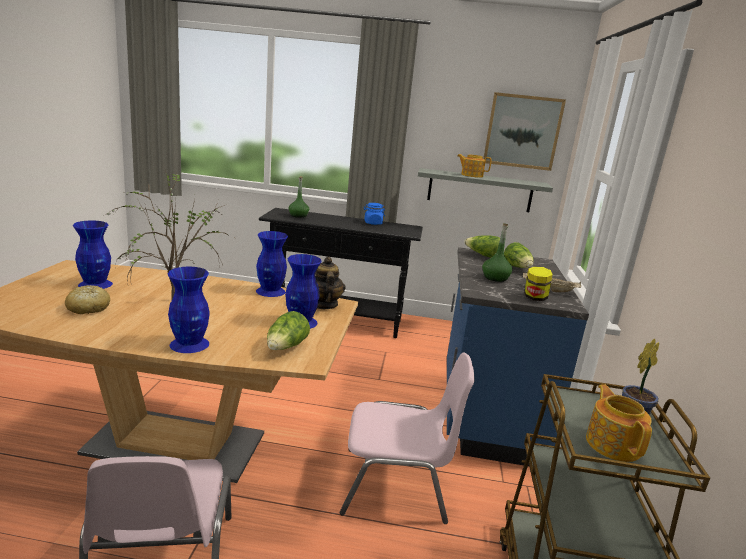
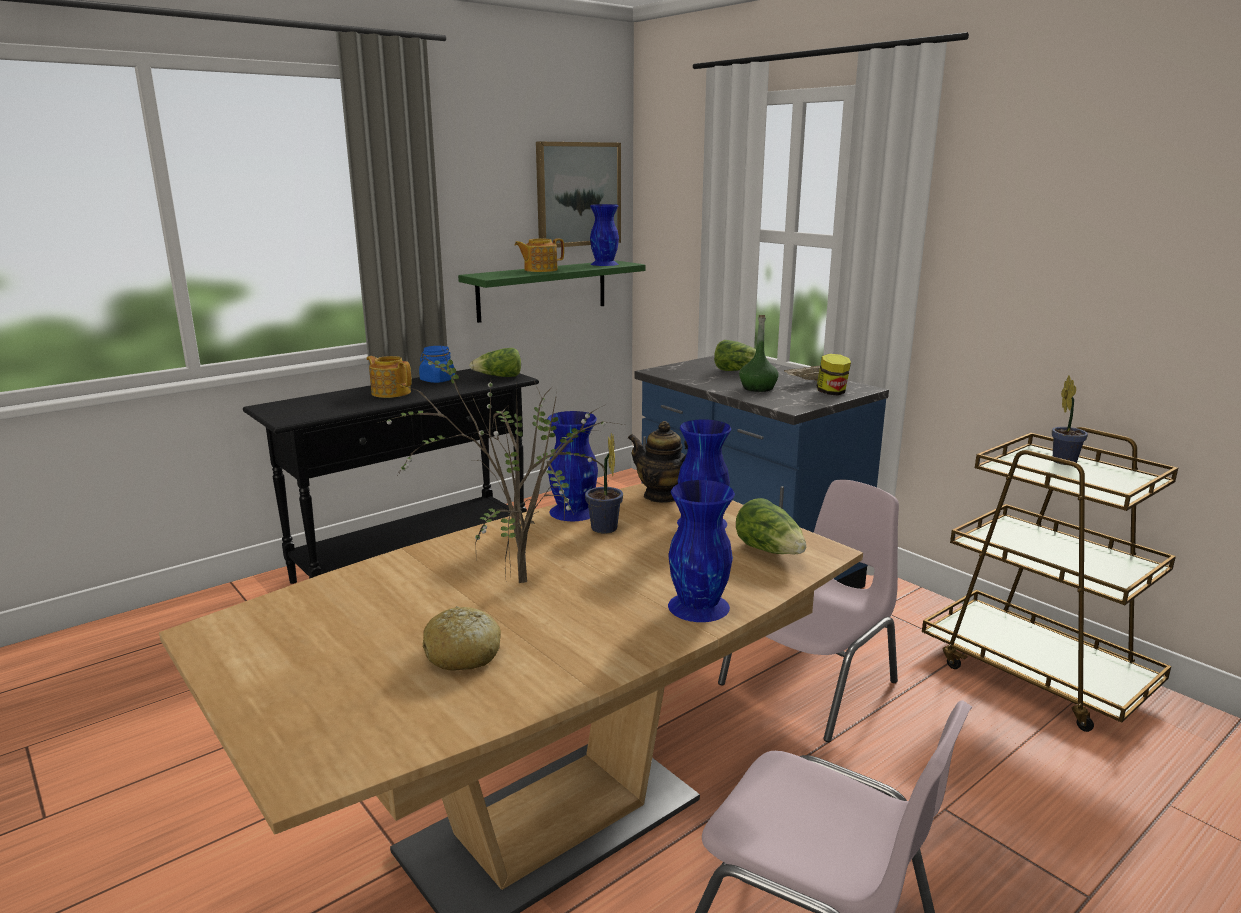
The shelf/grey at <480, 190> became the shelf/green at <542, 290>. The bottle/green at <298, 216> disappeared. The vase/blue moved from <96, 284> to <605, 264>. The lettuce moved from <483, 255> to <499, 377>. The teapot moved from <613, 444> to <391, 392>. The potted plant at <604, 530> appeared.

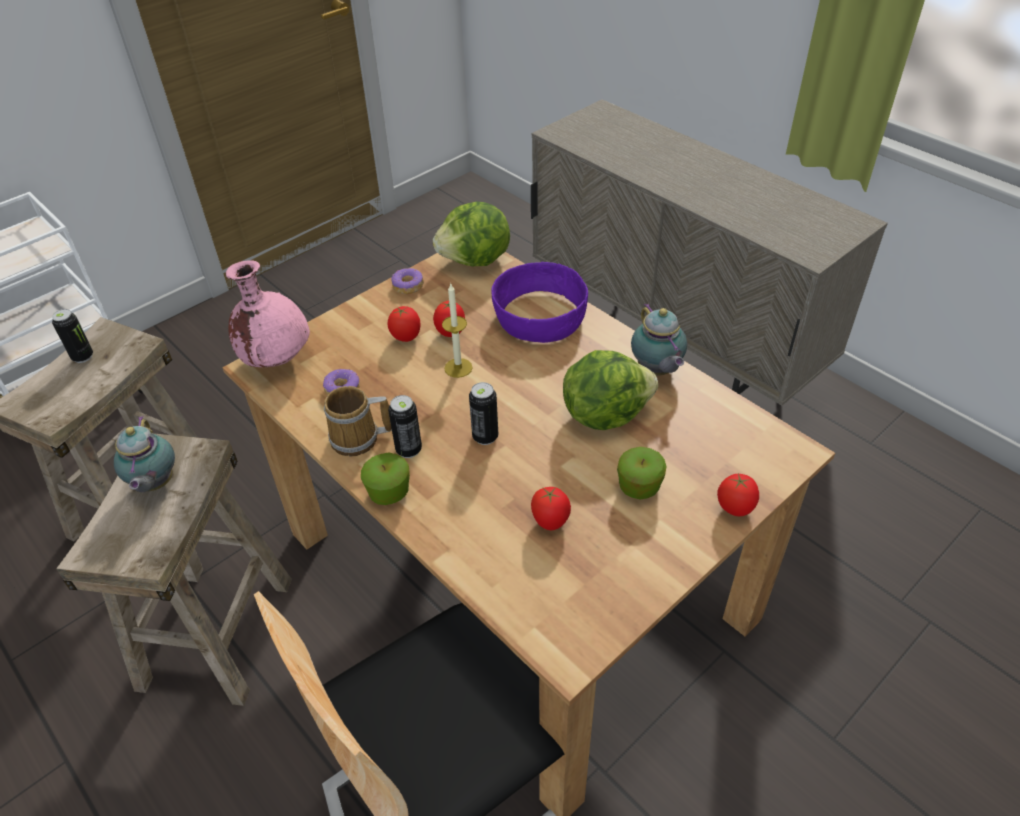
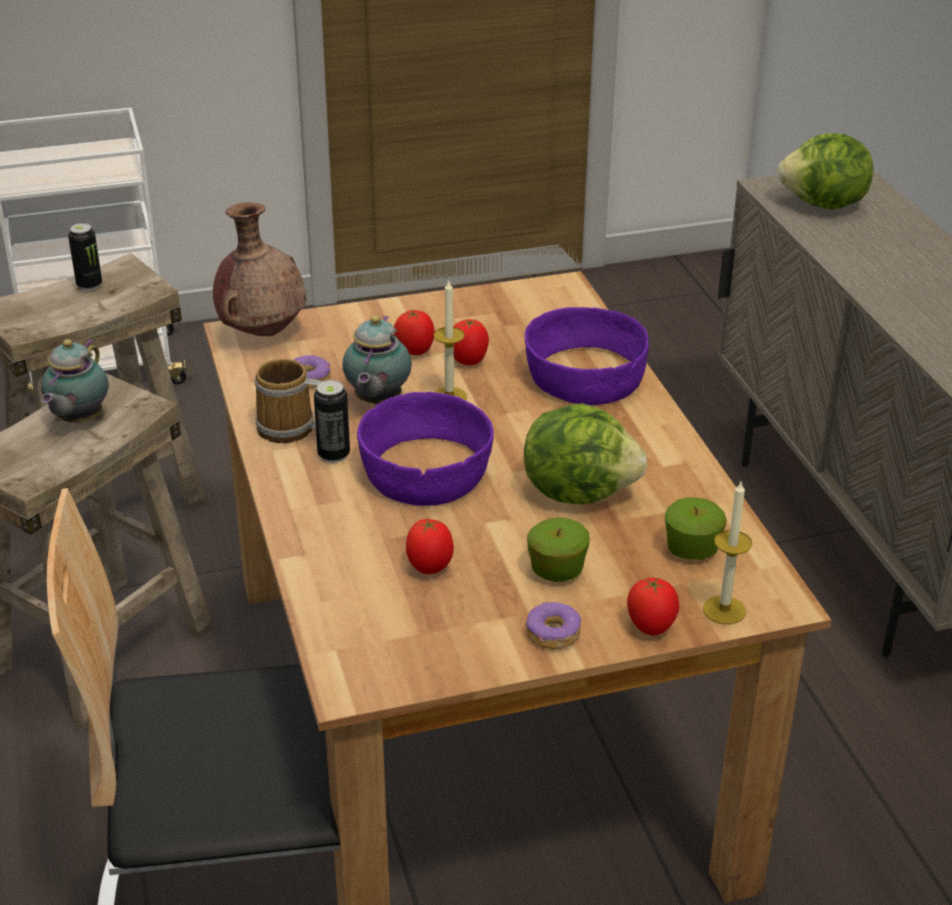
The lettuce moved from <476, 261> to <824, 205>. The vase/pink at <277, 359> became the vase/brown at <263, 332>. The donut moved from <408, 286> to <552, 634>. The teapot moved from <656, 371> to <376, 401>. The can at <485, 437> was replaced by the bowl/purple at <425, 469>. The apple moved from <389, 493> to <691, 550>. The candle at <724, 610> appeared.

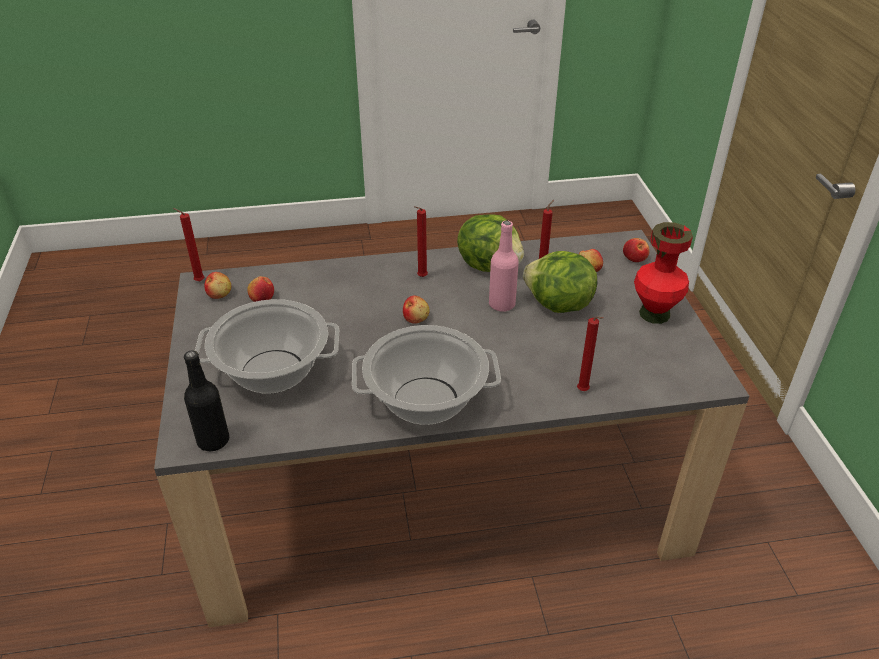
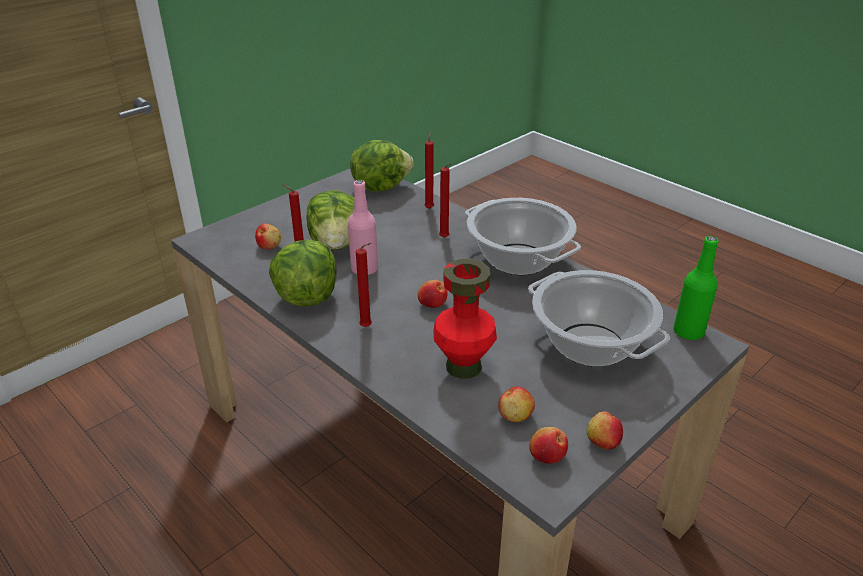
The candle/red moved from <198, 281> to <445, 238>. The vase/red moved from <654, 313> to <463, 367>. The apple moved from <634, 258> to <602, 441>. The bottle/black at <213, 441> became the bottle/green at <688, 332>. The lettuce at <380, 186> appeared.

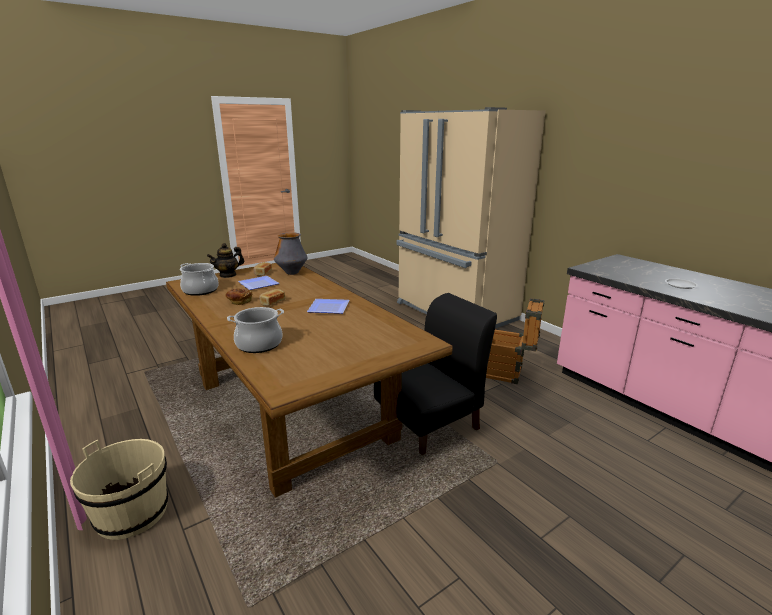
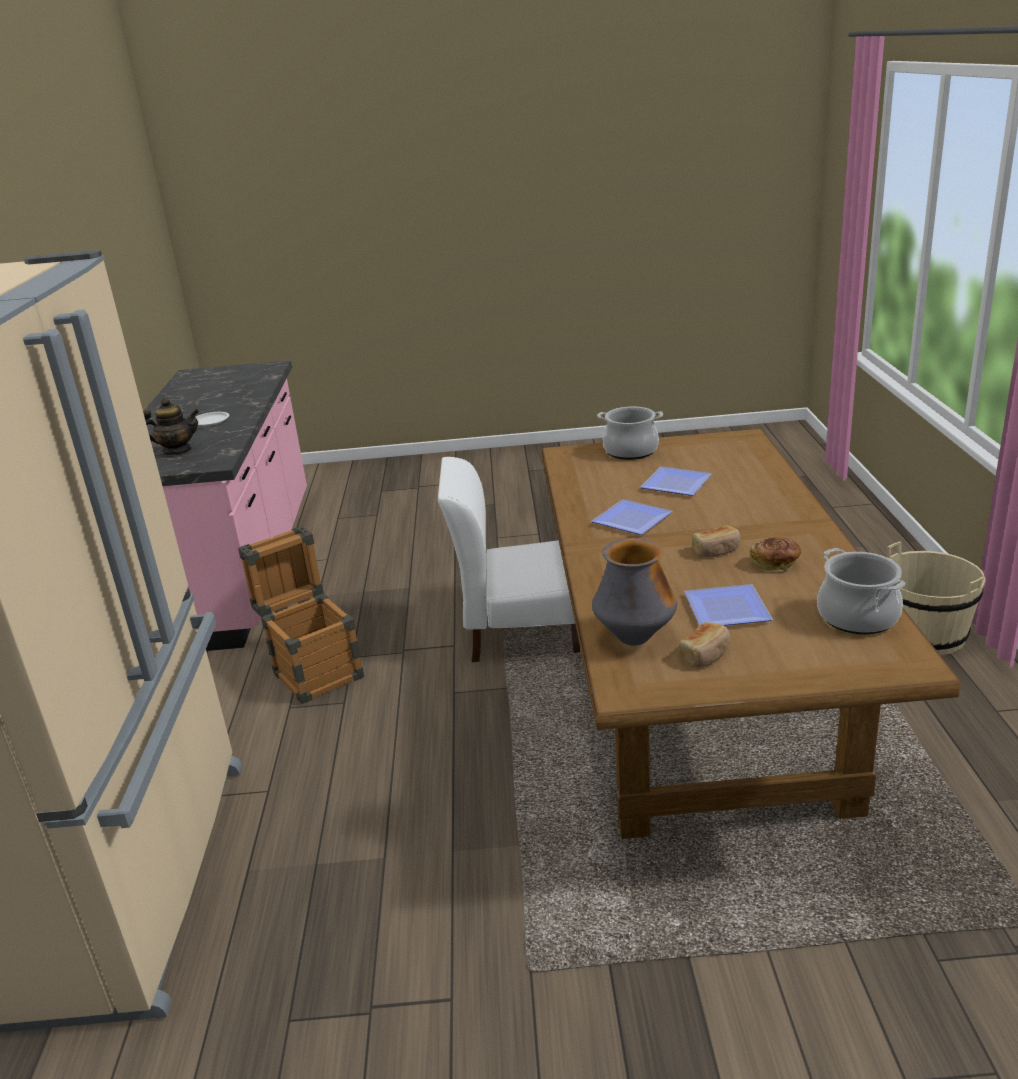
The teapot moved from <228, 275> to <177, 451>. The chair/black at <431, 425> became the chair/white at <521, 631>. The cooking pot moved from <259, 344> to <630, 451>. The plate at <673, 485> appeared.

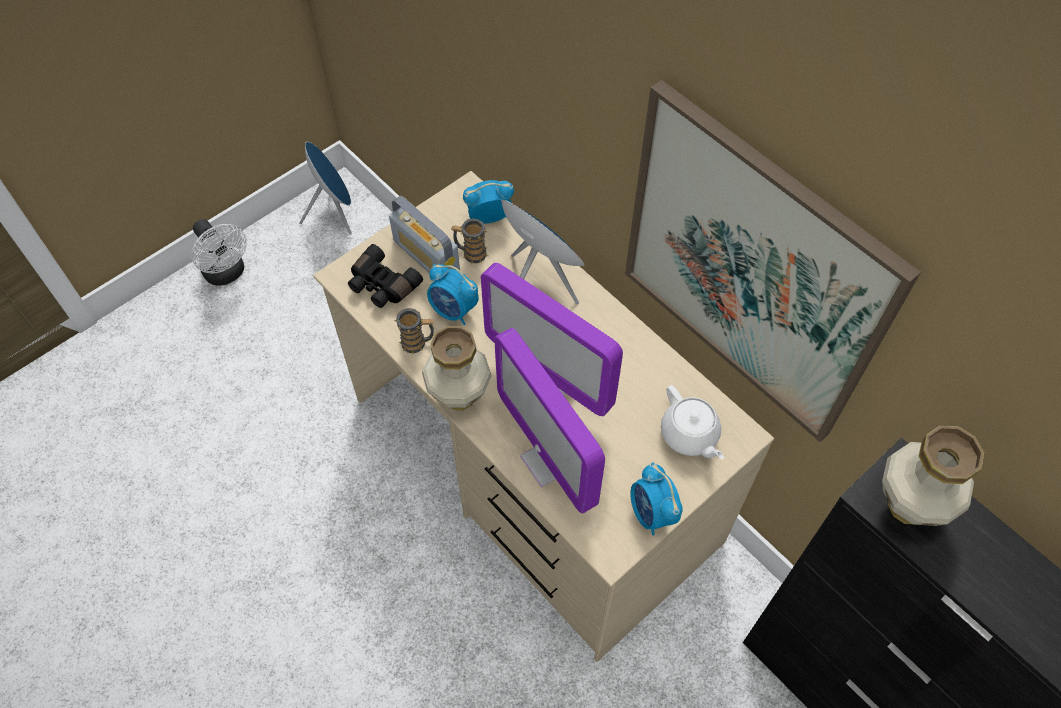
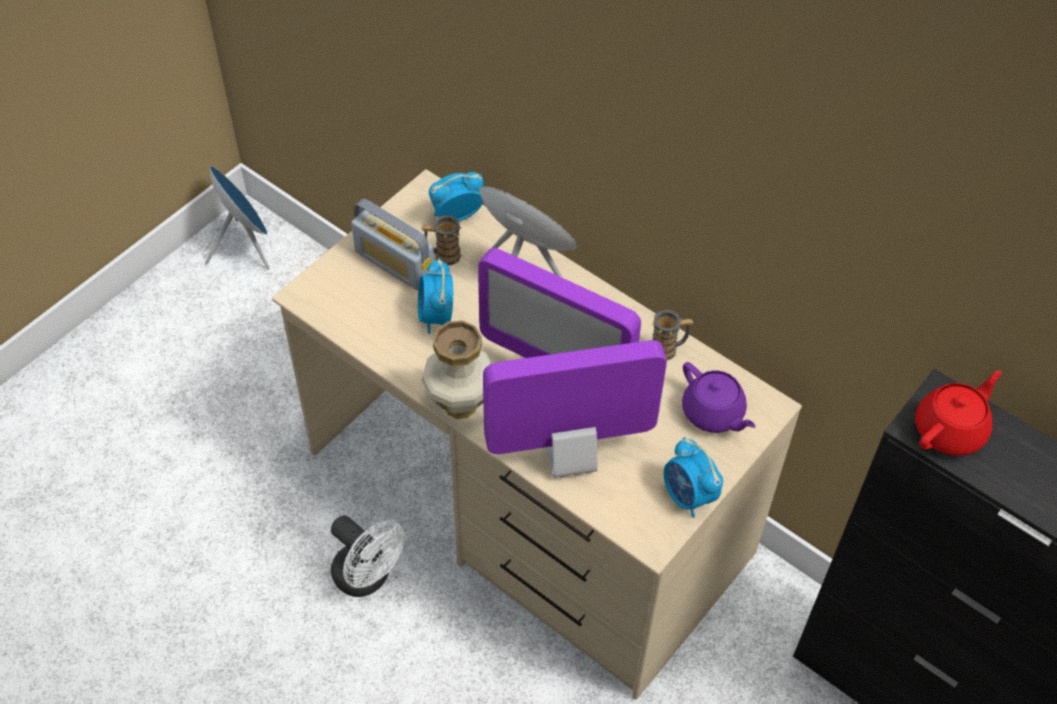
The picture at <751, 269> disappeared. The fan/white moved from <227, 273> to <368, 578>. The binoculars/black at <381, 285> disappeared. The alarm clock at <454, 310> turned 60 degrees clockwise. The mug moved from <418, 343> to <668, 349>. The monitor at <549, 461> turned 120 degrees clockwise. The teapot/white at <689, 435> became the teapot/purple at <713, 413>. The vase at <907, 505> was replaced by the teapot/red at <950, 430>.

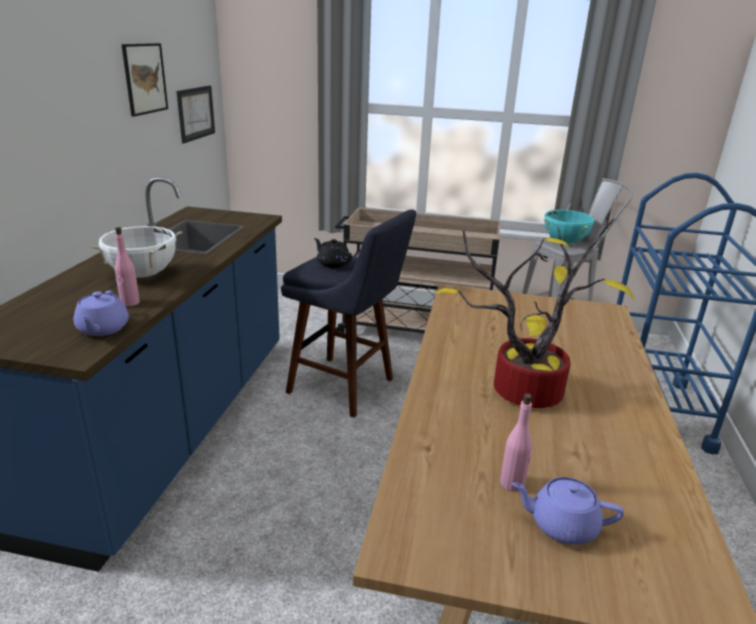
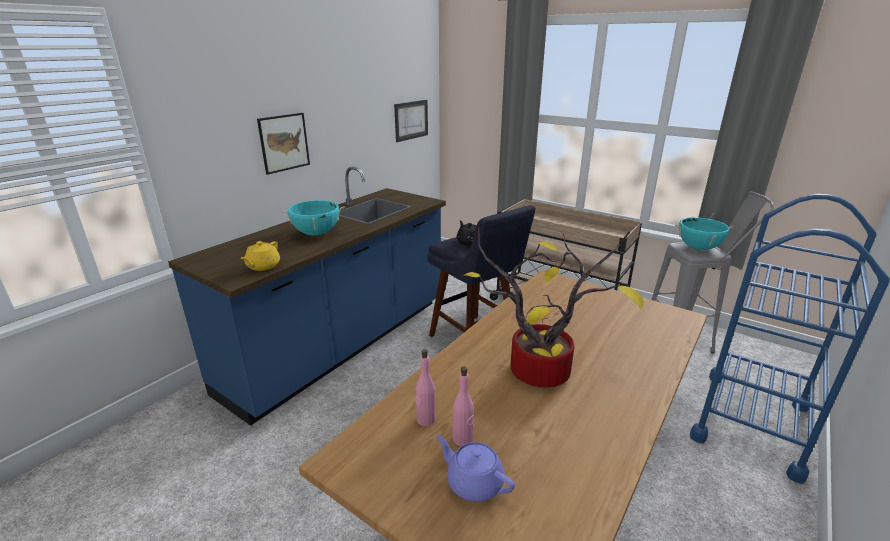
The picture moved from <145, 78> to <284, 142>. The cooking pot/white at <143, 274> became the cooking pot/turquoise at <316, 233>. The bottle/pink moved from <129, 303> to <425, 419>. The teapot/purple at <102, 329> became the teapot/yellow at <263, 266>.

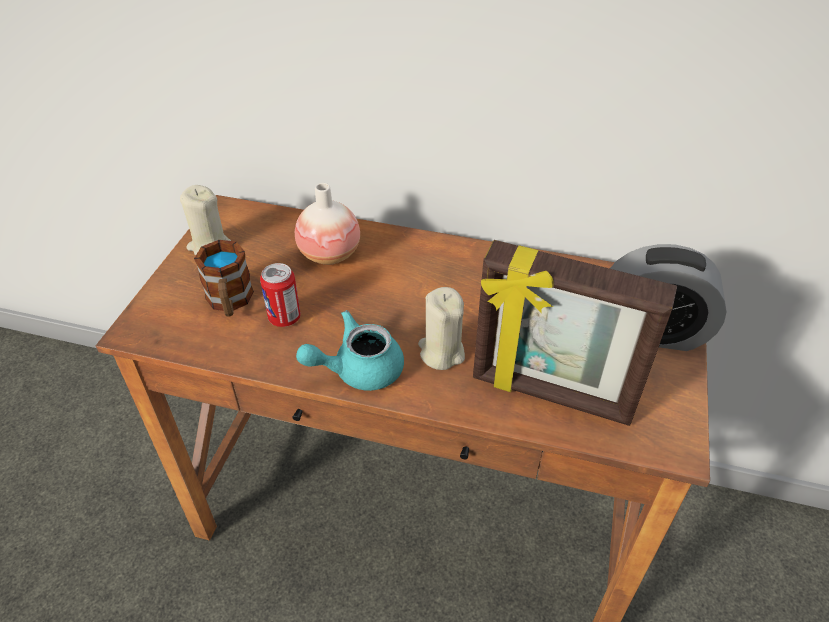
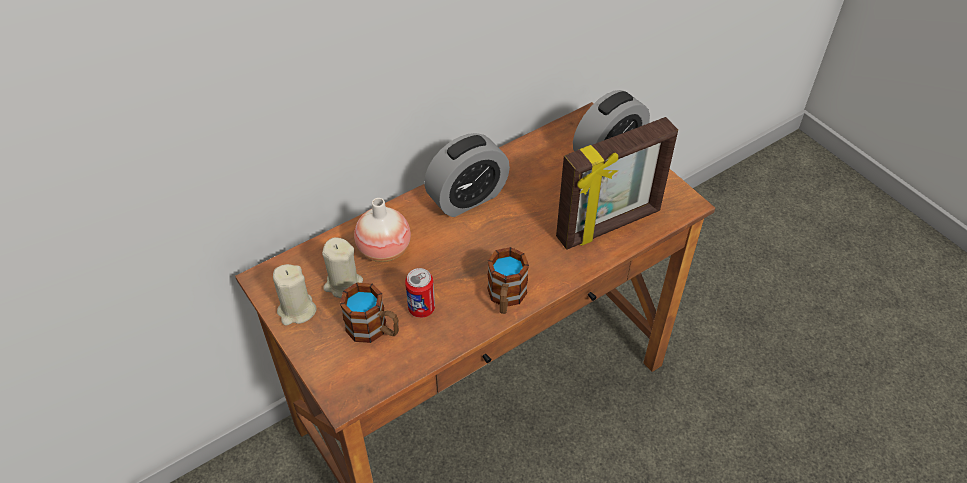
The candle/beige moved from <441, 352> to <343, 284>. The teapot/turquoise at <358, 369> was replaced by the mug at <506, 298>. The alarm clock at <467, 198> appeared.

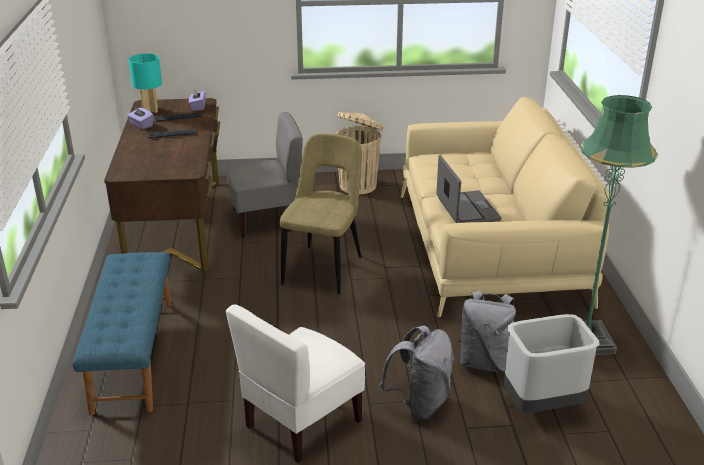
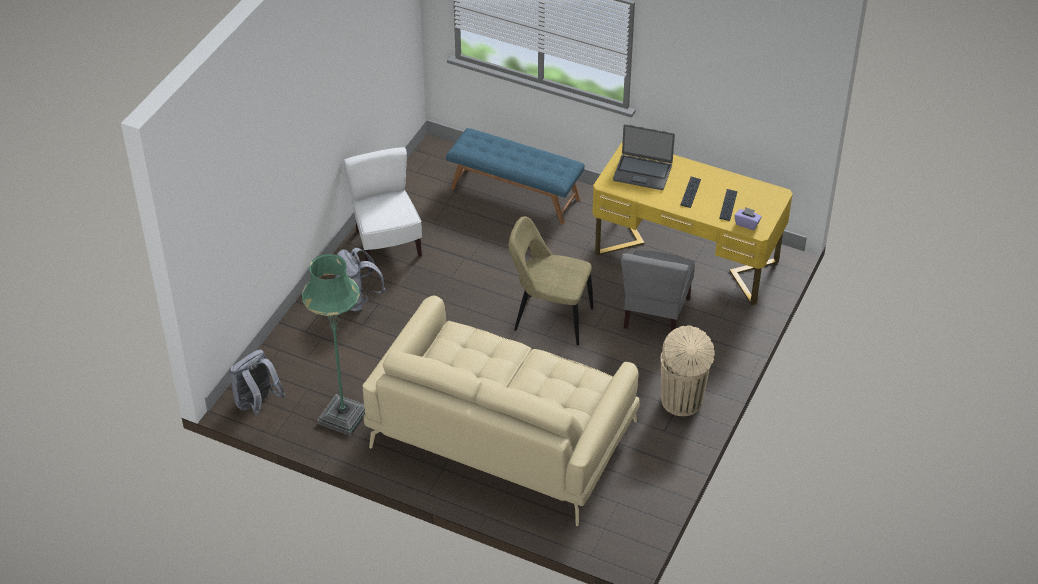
The table lamp/turquoise at <150, 110> disappeared. The desk/brown at <176, 224> became the desk/yellow at <686, 257>. The tissue box/purple at <141, 125> disappeared. The chair/beige at <324, 268> turned 150 degrees clockwise. The laptop moved from <467, 209> to <642, 172>. The backpack/grey moved from <485, 362> to <257, 404>. The trash can/grey at <542, 405> disappeared.

